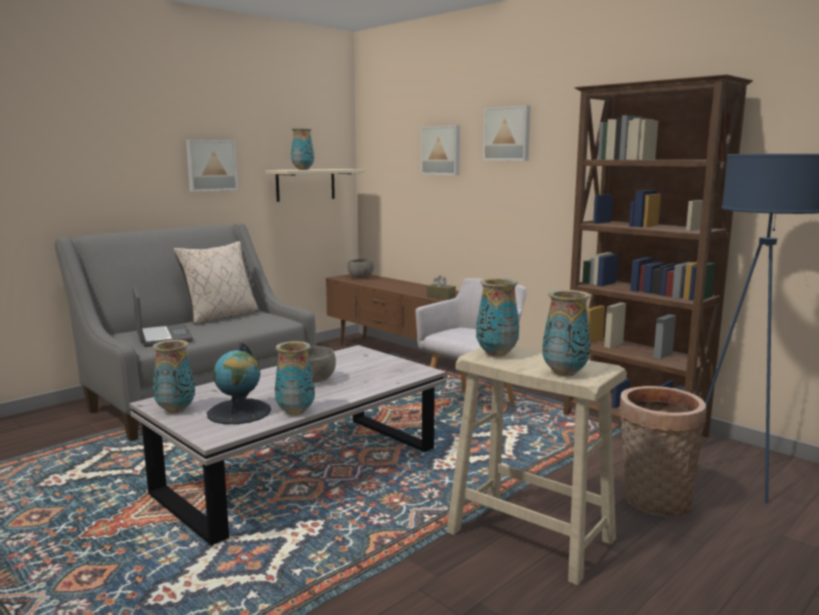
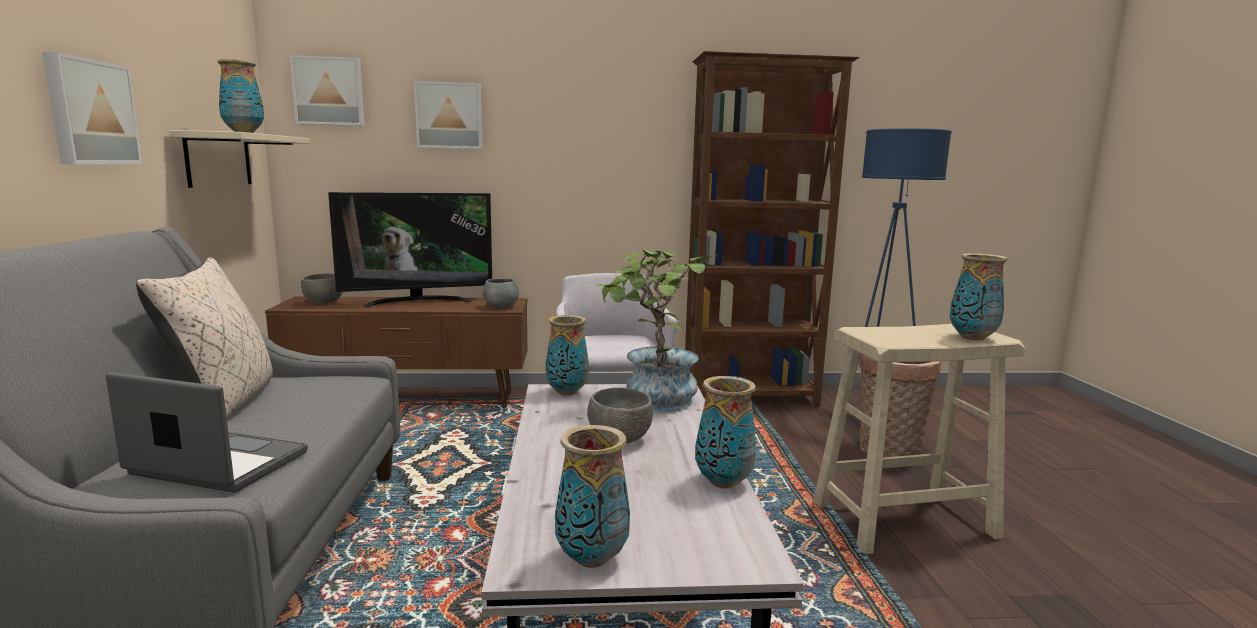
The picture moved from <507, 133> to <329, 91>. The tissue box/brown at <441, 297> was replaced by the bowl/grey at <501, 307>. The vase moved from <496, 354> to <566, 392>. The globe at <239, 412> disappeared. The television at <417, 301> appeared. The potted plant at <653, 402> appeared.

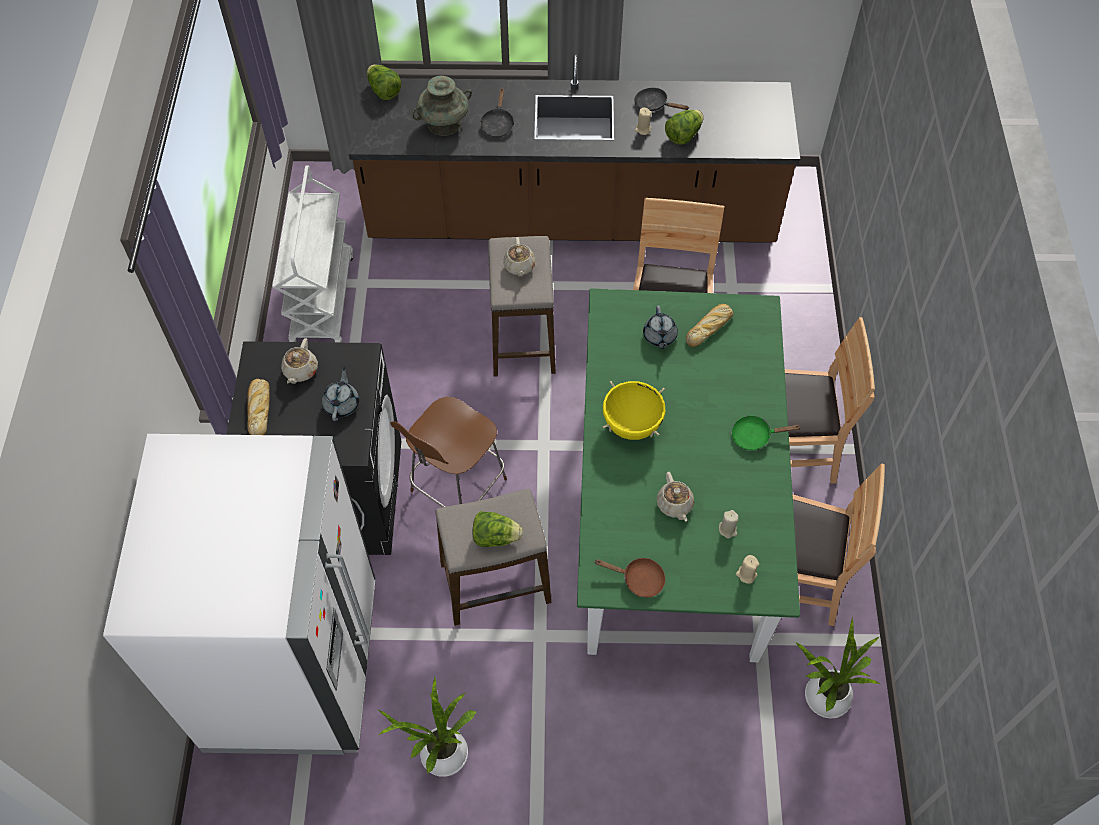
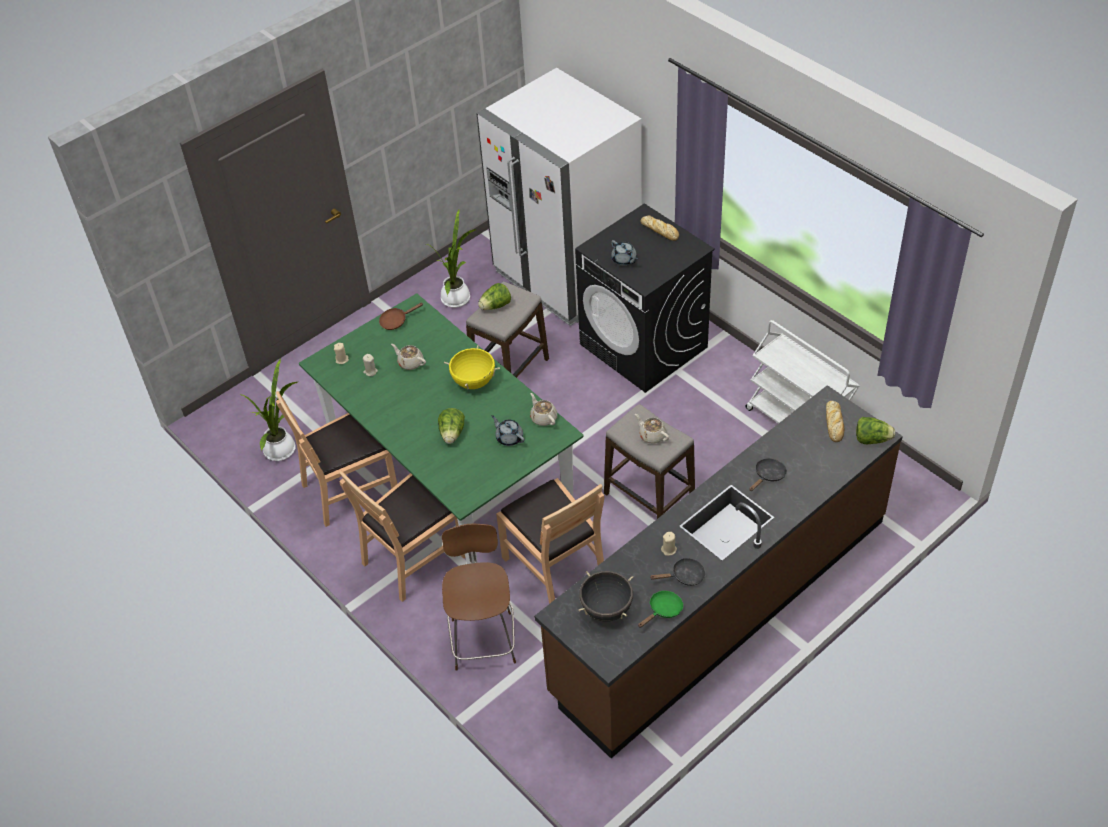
The vase/turquoise at <444, 124> disappeared. The frying pan/black at <497, 124> turned 75 degrees clockwise. The lettuce moved from <683, 135> to <452, 434>. The bread moved from <709, 327> to <834, 424>. The teapot/beige moved from <300, 371> to <543, 418>. The stool/brown moved from <456, 487> to <483, 638>. The frying pan/green moved from <755, 436> to <663, 610>. The cooking pot/black at <606, 609> appeared.

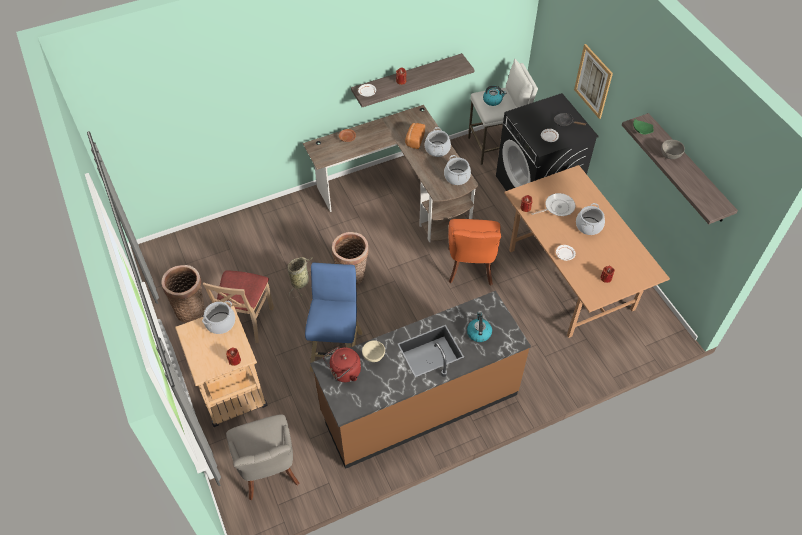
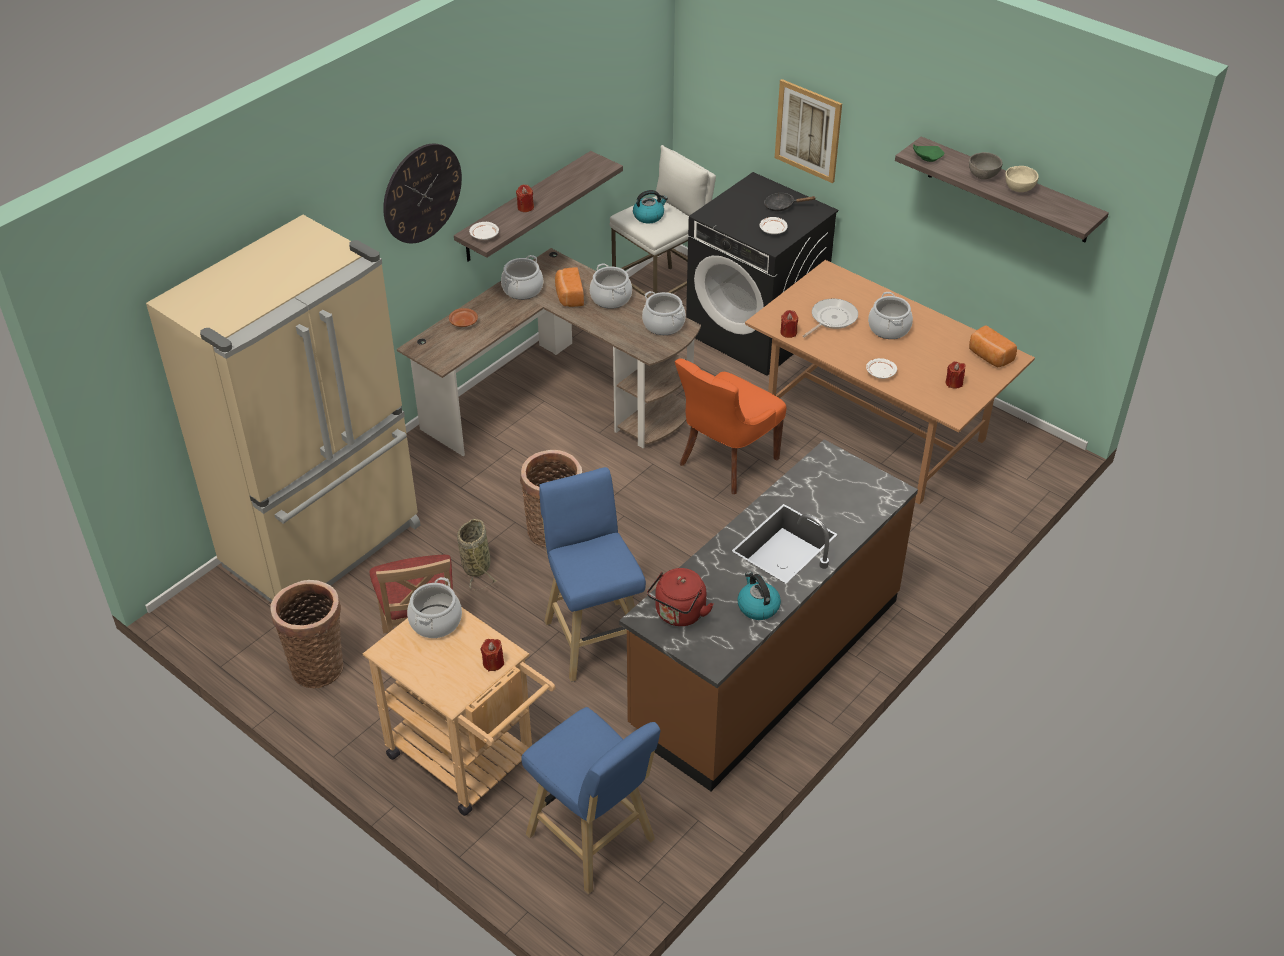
The chair/orange at <471, 268> turned 60 degrees clockwise. The kettle moved from <478, 332> to <757, 606>. The bowl/beige moved from <374, 356> to <1019, 189>. The chair/grey at <269, 471> was replaced by the stool/blue at <594, 841>. The wall clock at <422, 193> appeared. The fridge/beige at <325, 547> appeared. The cooking pot at <522, 289> appeared. The bread at <989, 357> appeared.

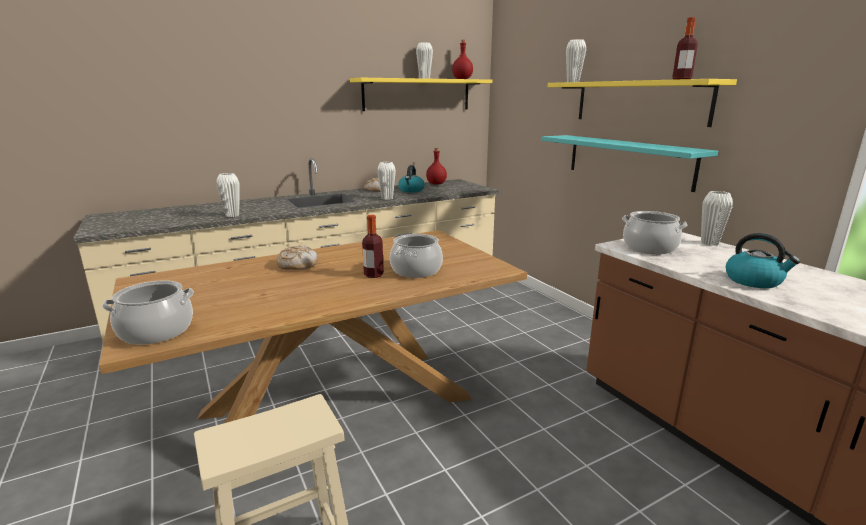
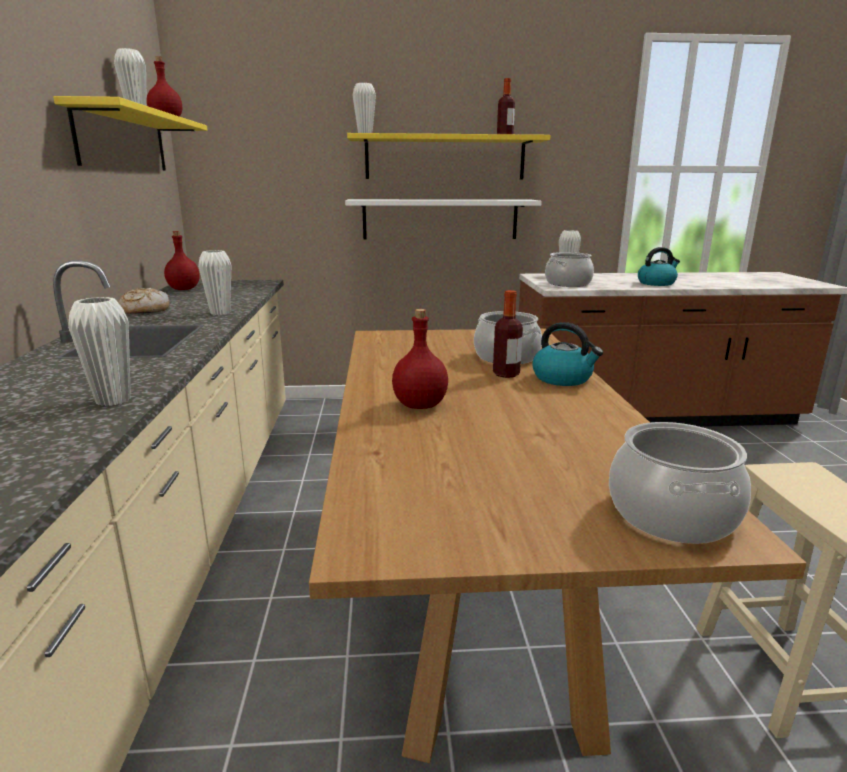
The shelf/turquoise at <628, 160> became the shelf/white at <440, 219>. The kettle moved from <411, 190> to <563, 378>. The bread at <297, 265> was replaced by the bottle/red at <419, 405>.

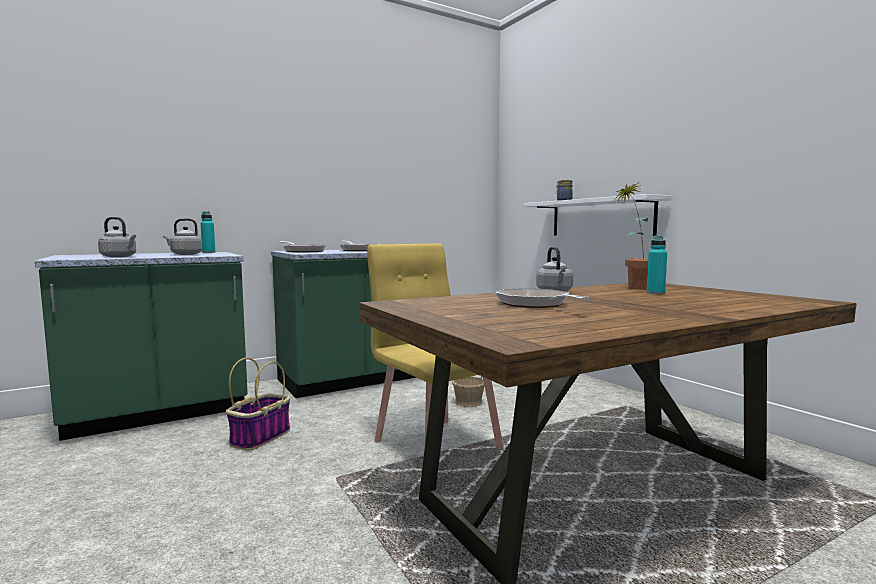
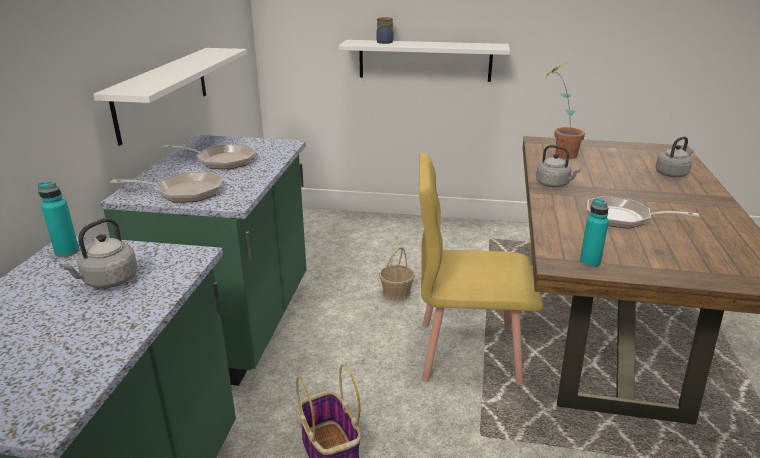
The kettle/grey moved from <120, 256> to <672, 174>. The bottle/turquoise moved from <655, 293> to <589, 262>. The shelf/white at <163, 92> appeared.

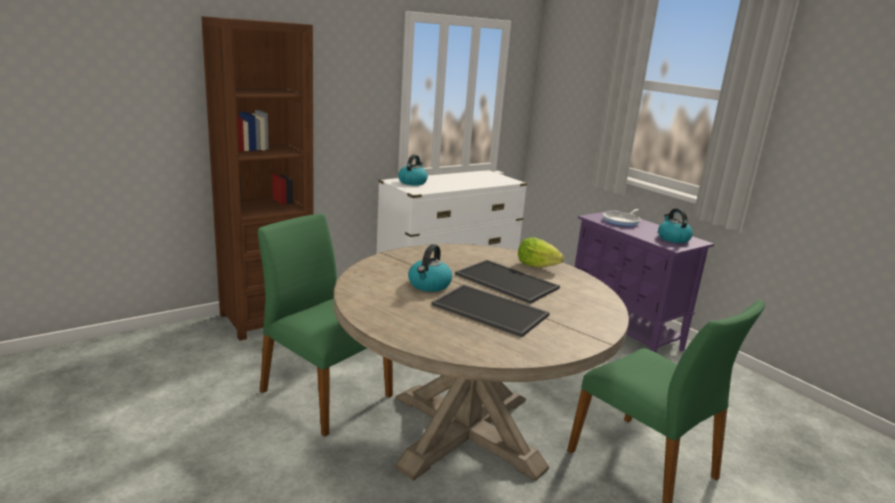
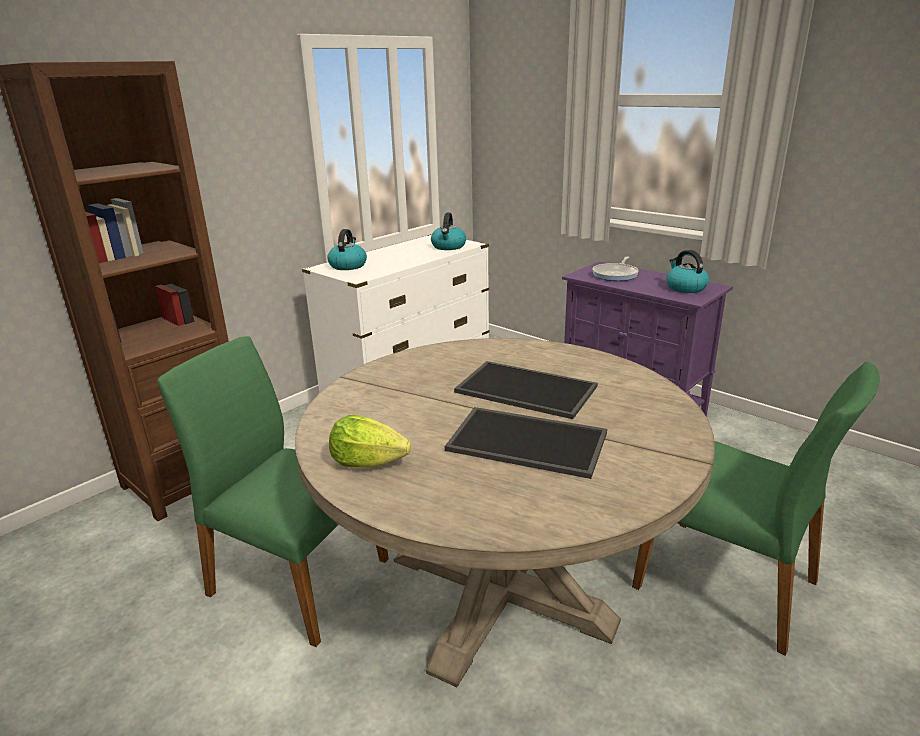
The lettuce moved from <536, 265> to <367, 462>. The kettle moved from <429, 285> to <448, 247>.

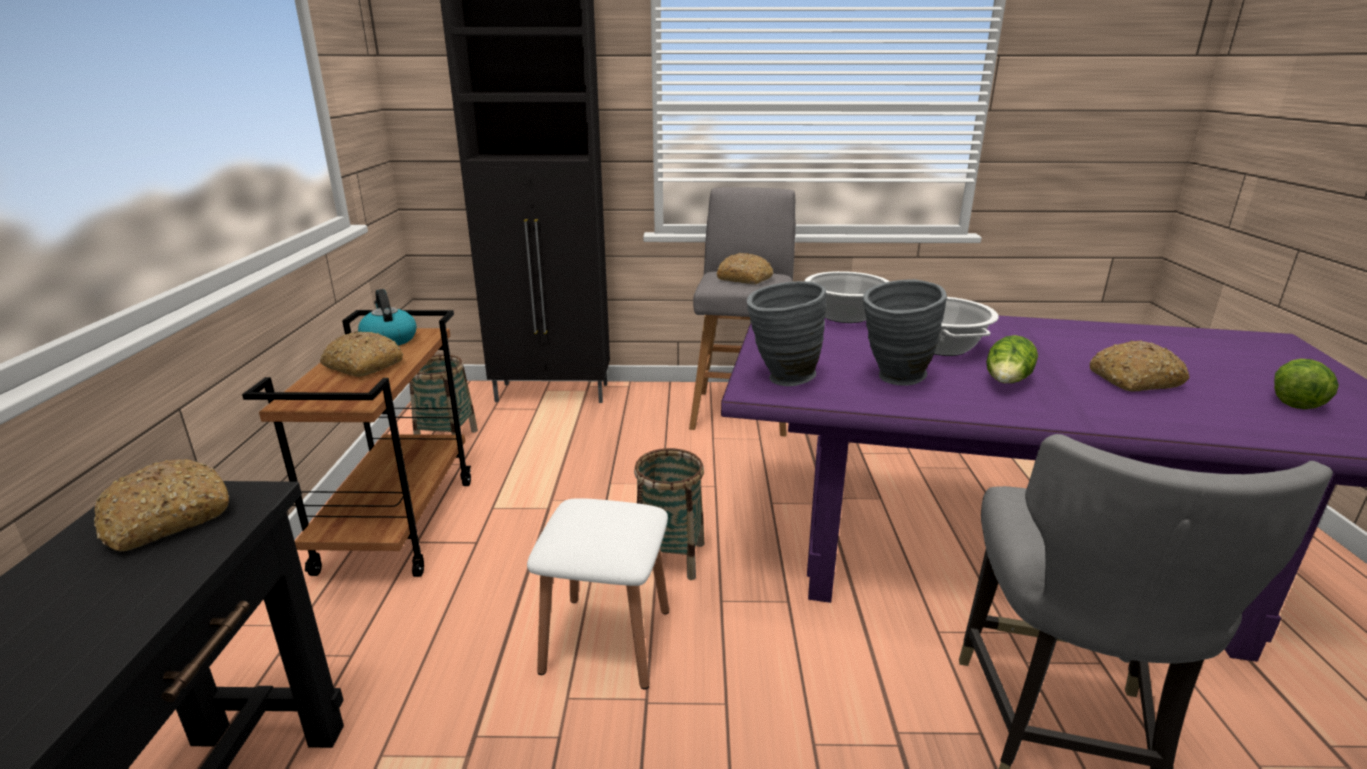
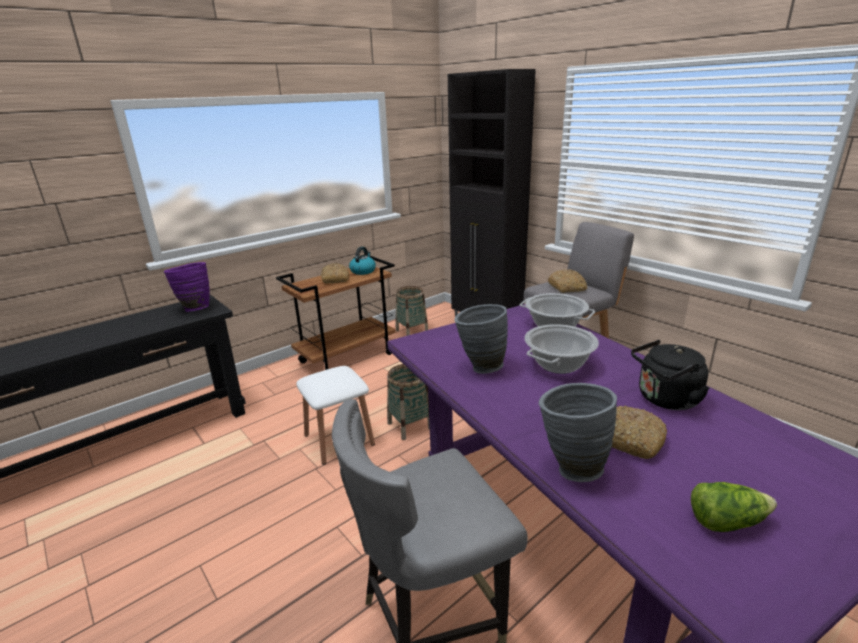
The vase/grey moved from <780, 379> to <570, 467>. The lettuce at <1007, 382> disappeared. The bread at <166, 519> was replaced by the vase/purple at <194, 308>. The kettle/black at <665, 399> appeared.

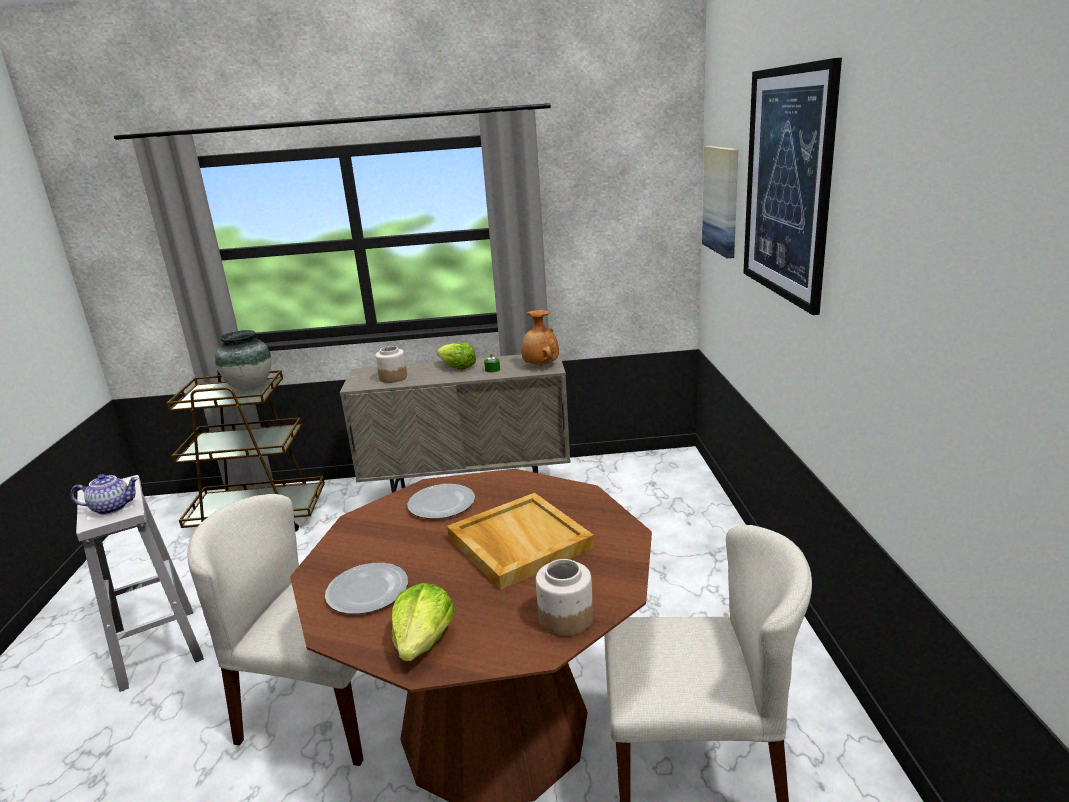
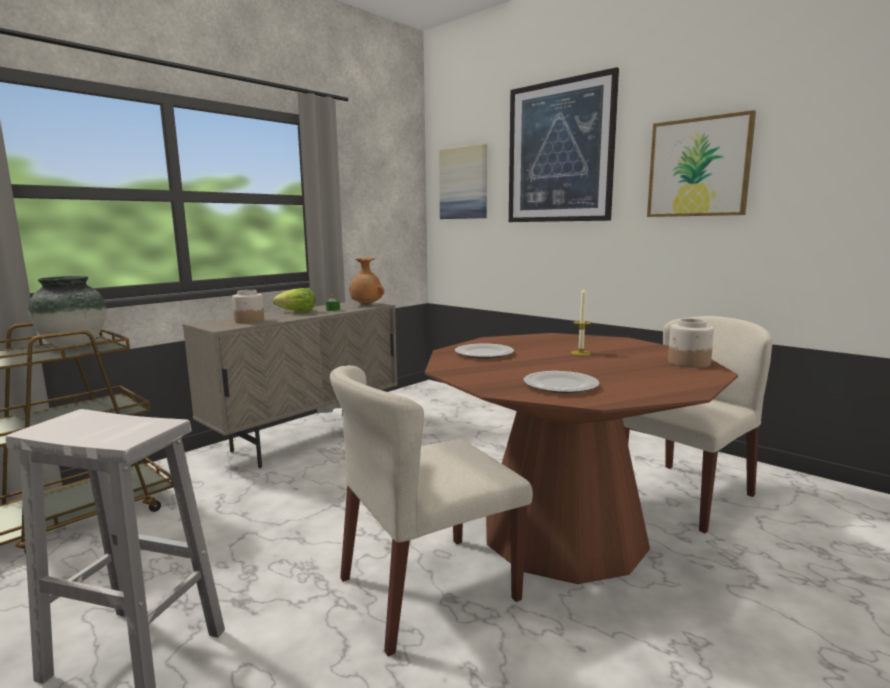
The teapot at <112, 507> disappeared. The tray/beige at <518, 543> was replaced by the candle at <581, 353>. The lettuce at <423, 641> disappeared. The picture at <698, 167> appeared.

